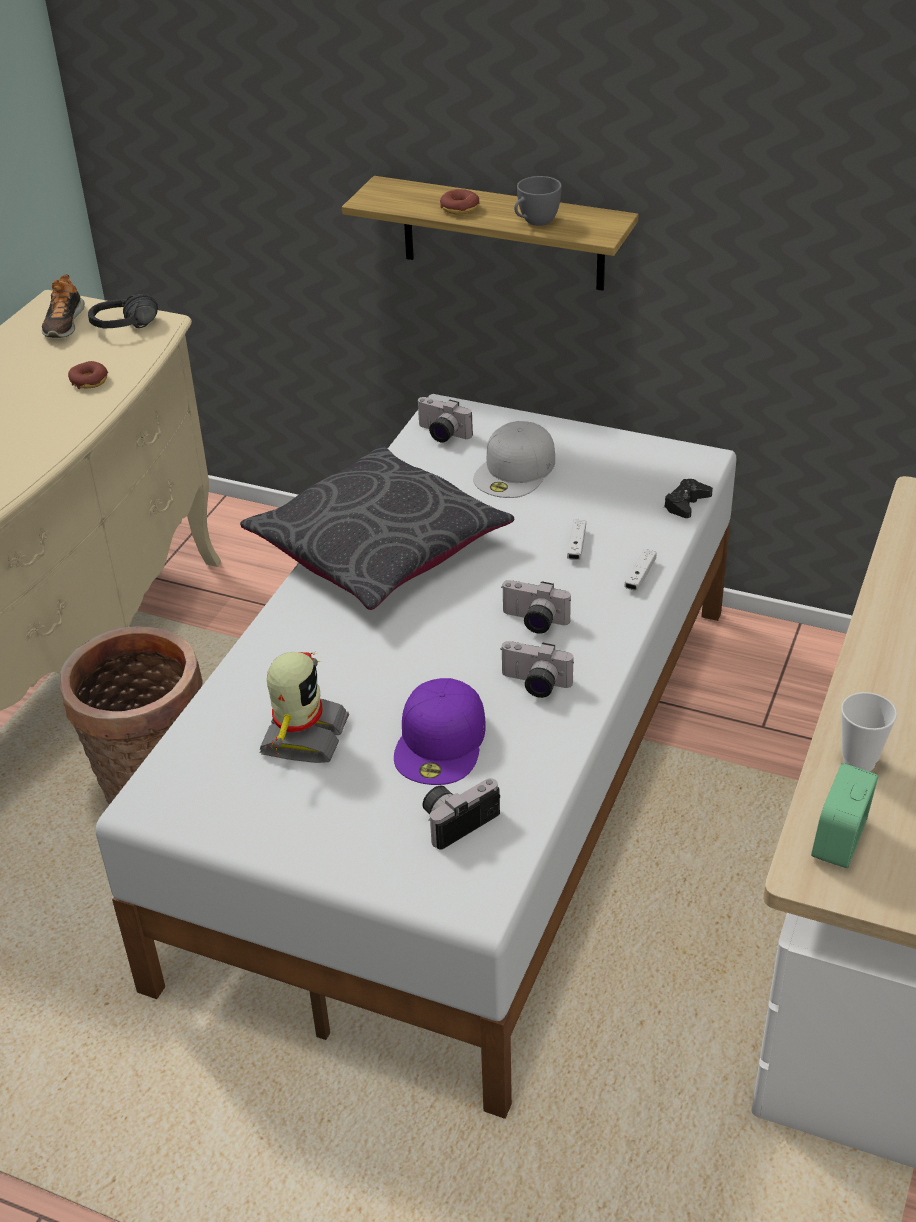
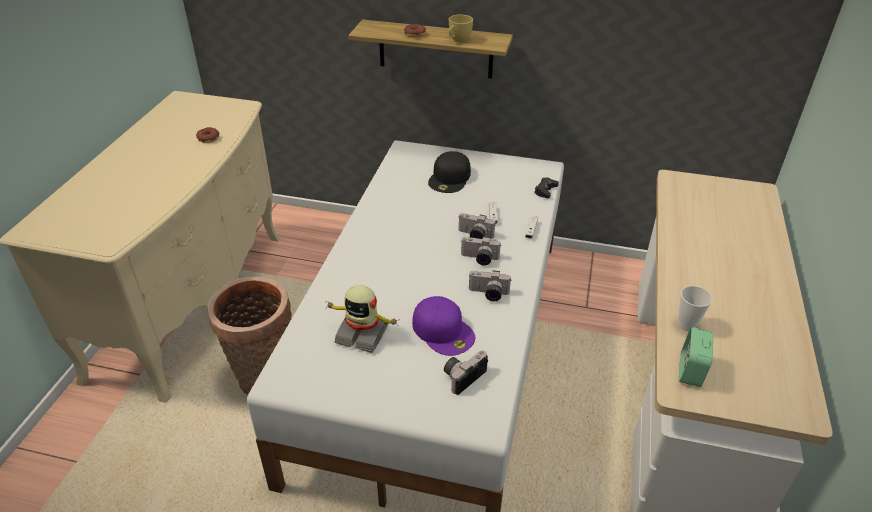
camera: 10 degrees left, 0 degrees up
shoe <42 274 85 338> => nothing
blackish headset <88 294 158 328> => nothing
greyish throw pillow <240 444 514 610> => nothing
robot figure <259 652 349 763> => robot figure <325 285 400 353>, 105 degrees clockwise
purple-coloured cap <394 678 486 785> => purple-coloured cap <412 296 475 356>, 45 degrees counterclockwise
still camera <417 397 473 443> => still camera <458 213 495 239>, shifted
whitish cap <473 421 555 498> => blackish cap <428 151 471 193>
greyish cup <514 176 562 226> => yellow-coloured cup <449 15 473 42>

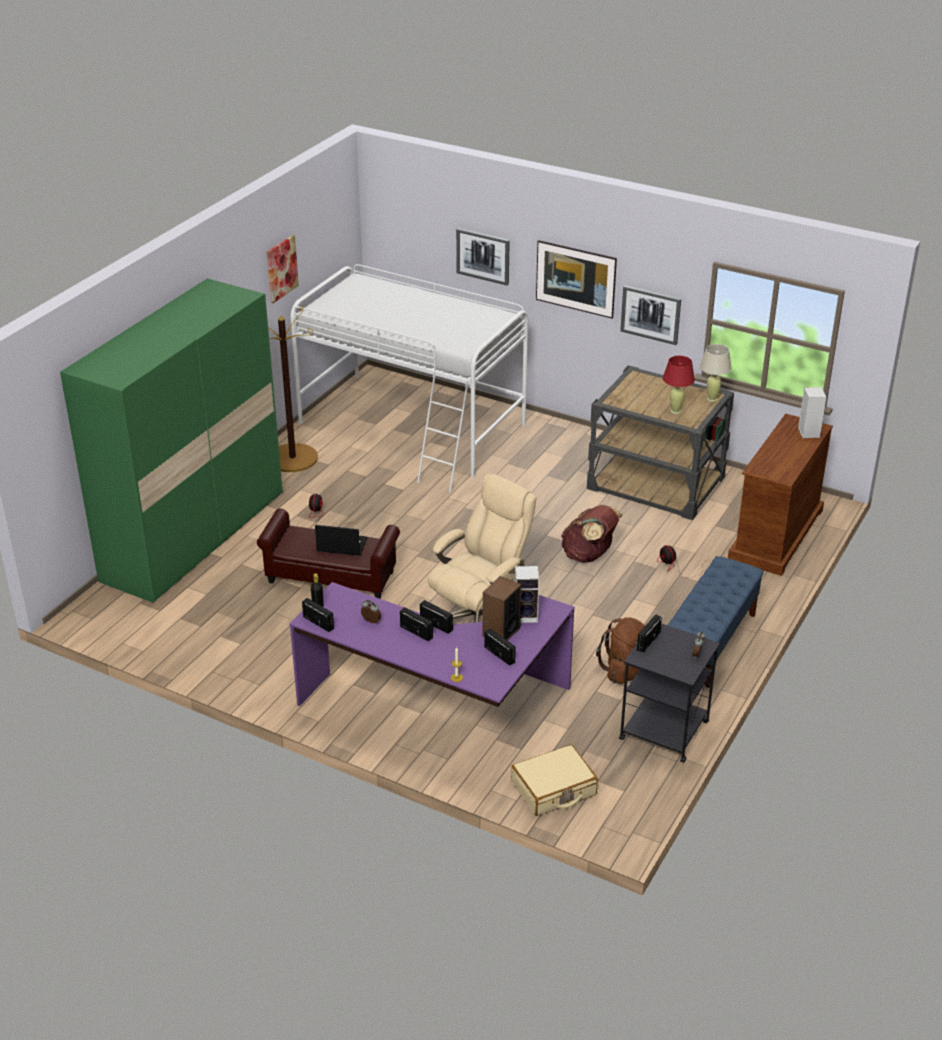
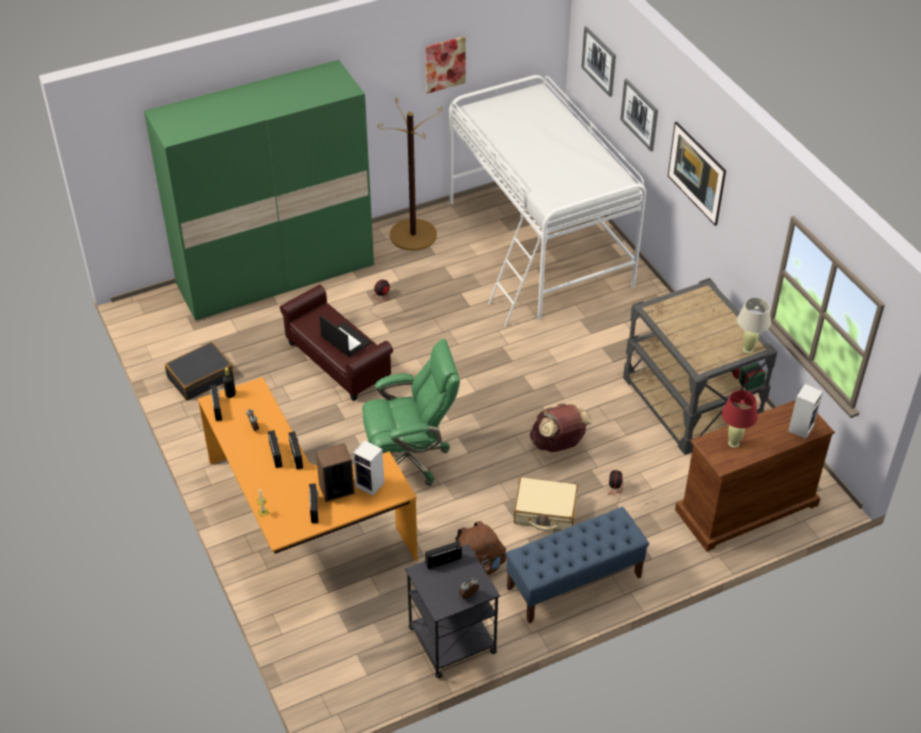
camera: 35 degrees right, 10 degrees up
purple-coloured desk unit <289 582 575 707> => orangey desk unit <198 377 418 561>
beige desk chair <427 474 537 622> => greenish desk chair <362 339 460 486>
beige travel case <511 745 598 816> => beige travel case <514 477 578 531>, shifted
picture <620 285 681 345> => picture <581 26 616 97>, shifted
red-coloured table lamp <663 356 695 414> => red-coloured table lamp <722 390 758 448>, shifted
nothing => blackish travel case <165 342 234 401>

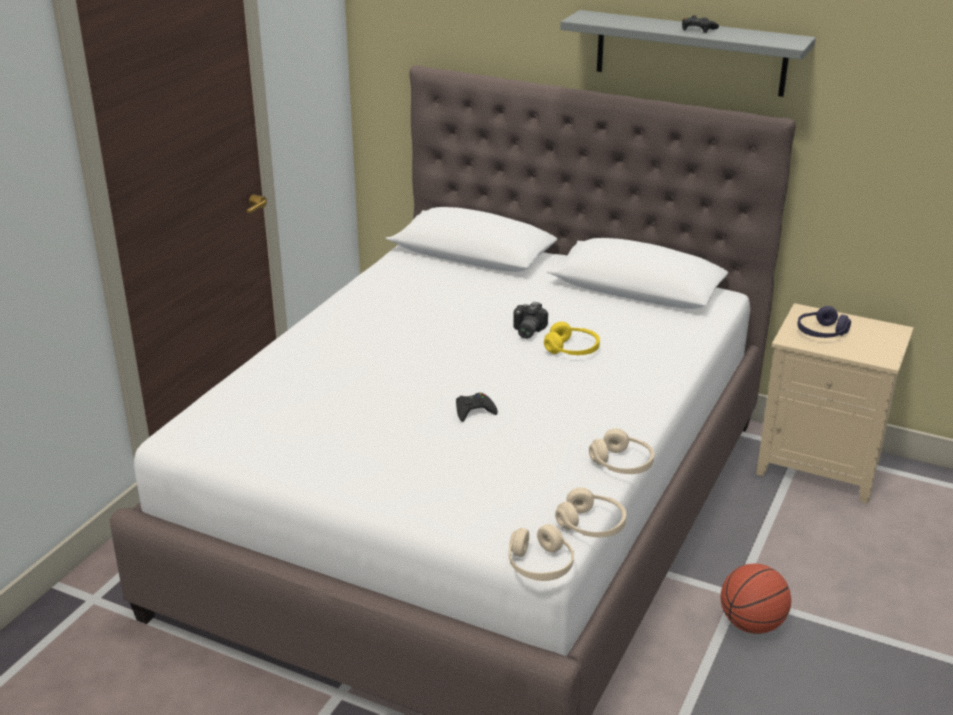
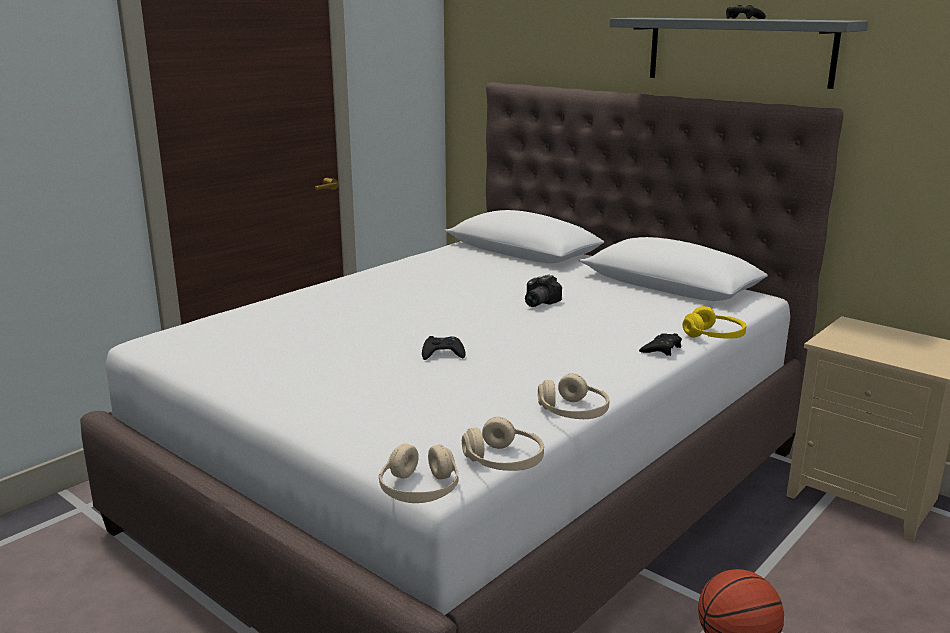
camera: 15 degrees right, 10 degrees down
yellow-coloured headset <544 322 600 355> => yellow-coloured headset <683 306 747 339>, shifted
purple-coloured headset <797 306 851 338> => nothing
nothing => blackish joypad <639 333 682 356>

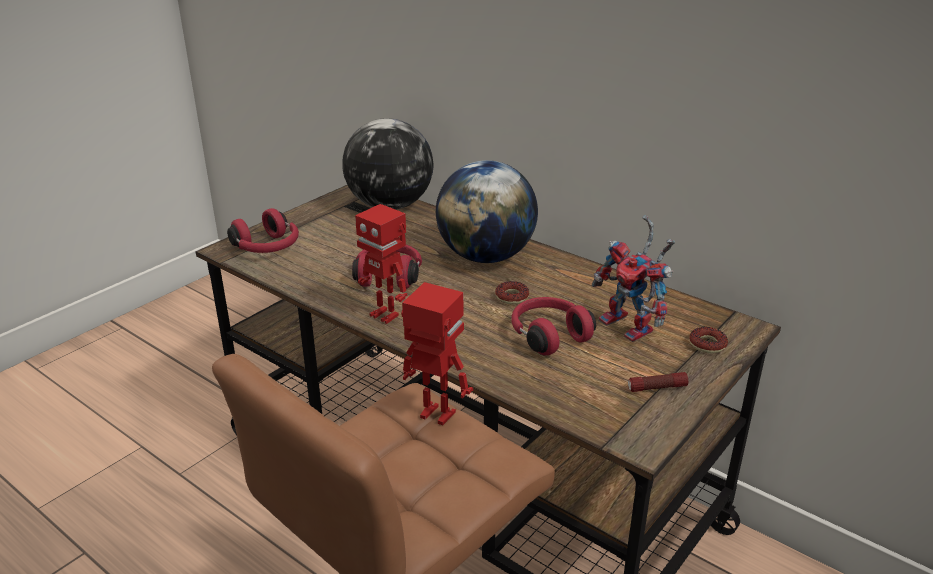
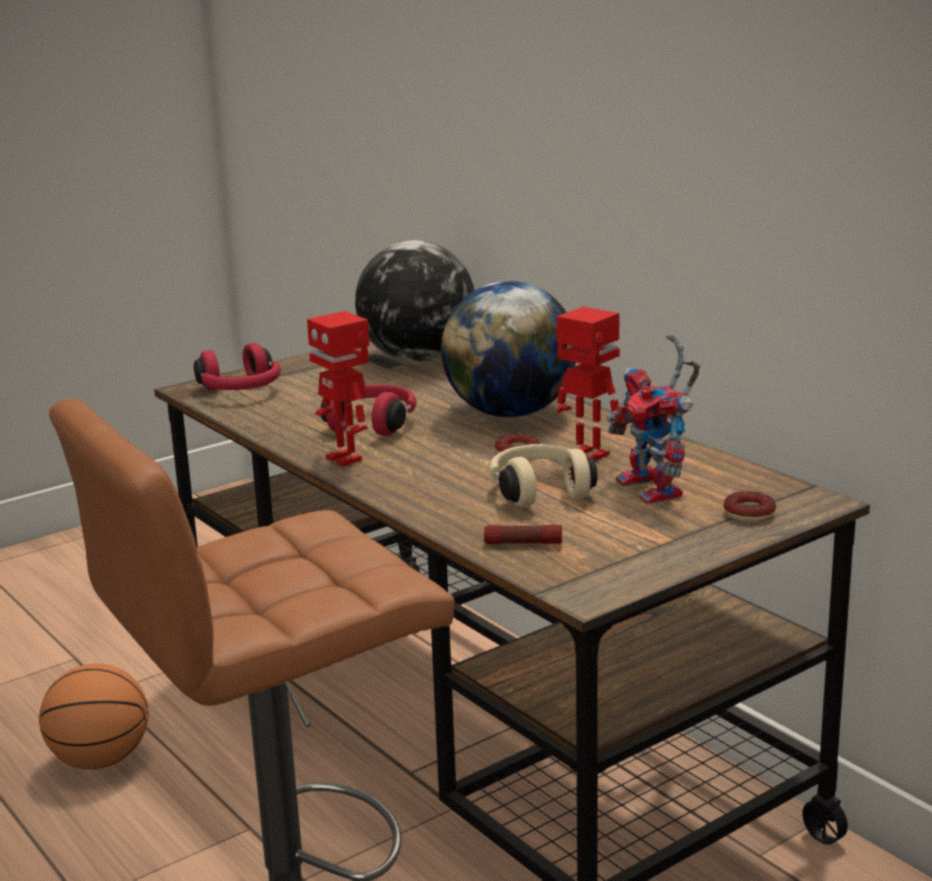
camera: 15 degrees right, 10 degrees down
robot figure <401 282 473 425> => robot figure <556 306 620 461>, shifted
red-coloured headset <511 297 596 356> => beige headset <489 444 598 507>
flashlight <628 372 688 392> => flashlight <484 525 562 544>, shifted
nothing => ball for basketball <39 664 149 769>

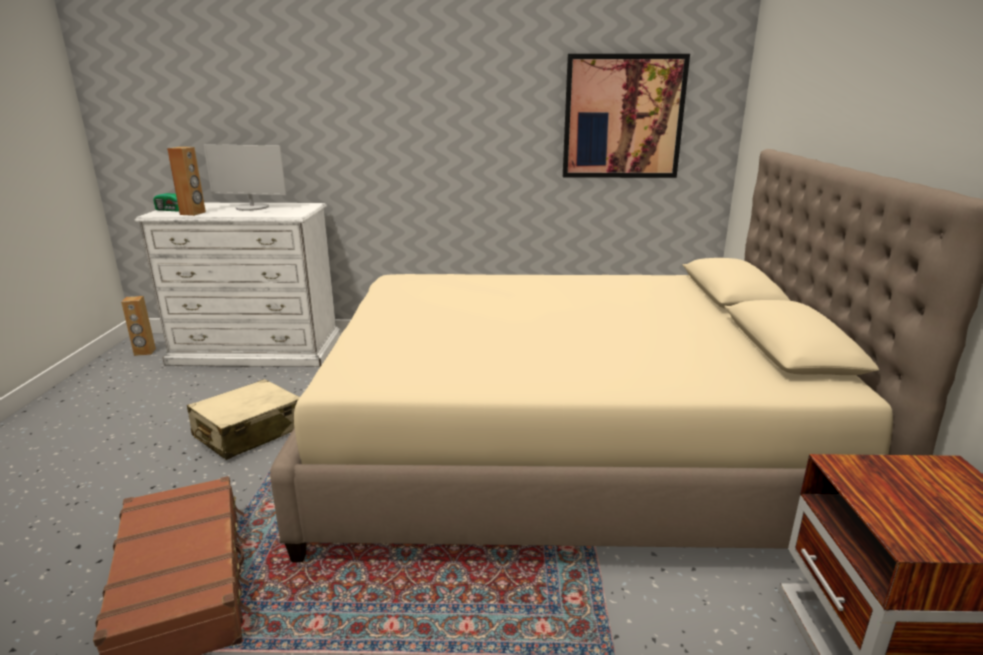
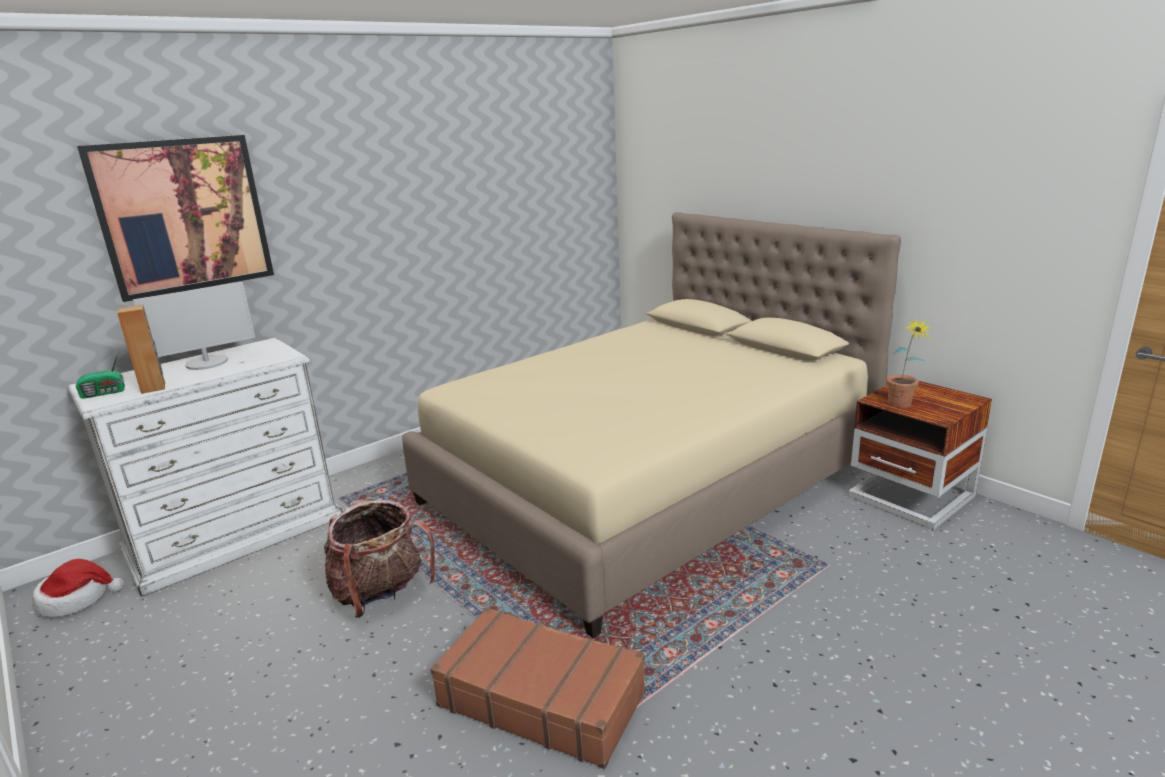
camera: 40 degrees left, 0 degrees up
brownish speaker <121 296 156 356> => wearable hat <32 559 124 617>
beige travel case <187 379 300 460> => backpack <324 498 435 618>
picture <563 54 690 178> => picture <77 135 274 302>, shifted
nothing => plant in a pot <886 319 934 408>

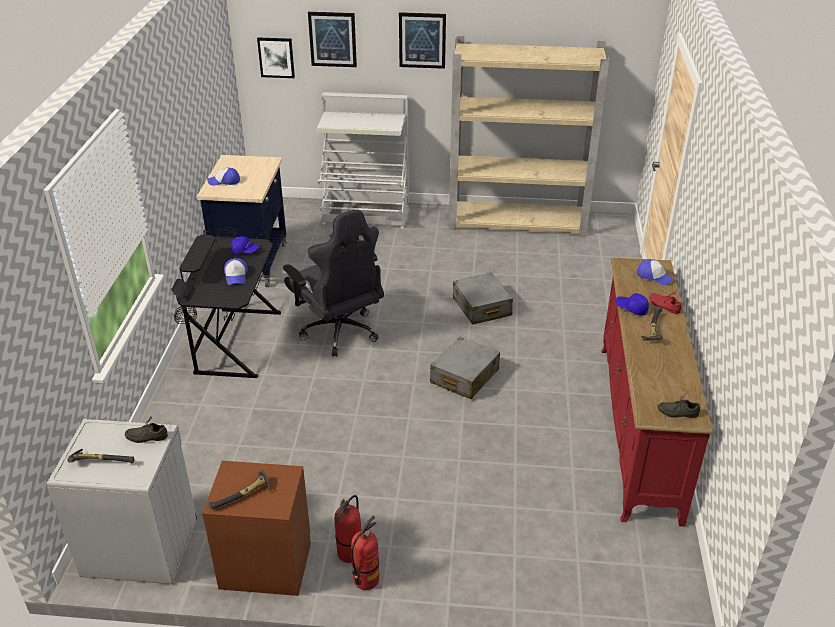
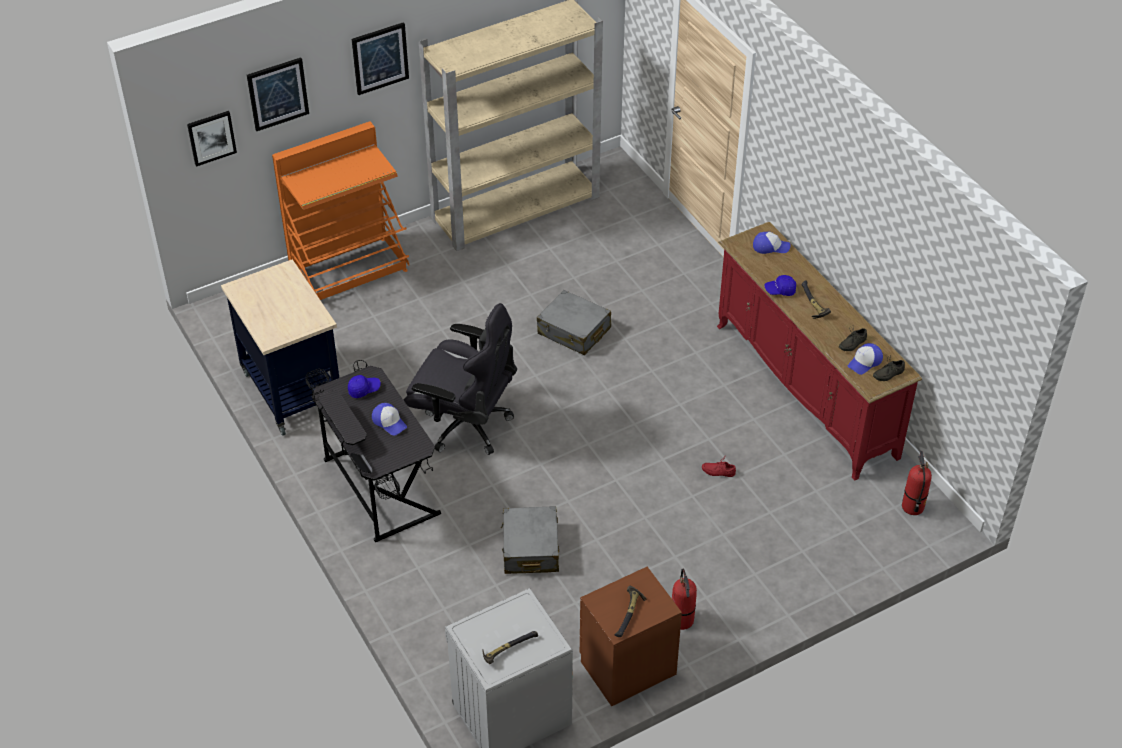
camera: 35 degrees left, 10 degrees up
greyish shoe <125 417 168 443> => greyish shoe <839 326 867 351>, shifted
cap <207 168 240 186> => cap <848 343 883 375>, shifted
whitish shoe shelf <317 92 409 228> => orangey shoe shelf <272 121 409 300>
fire extinguisher <351 516 379 590> => fire extinguisher <902 451 932 515>, shifted
greyish travel case <430 337 500 399> => greyish travel case <501 506 559 574>, shifted
red-coloured shoe <649 291 682 314> => red-coloured shoe <702 456 736 477>, shifted

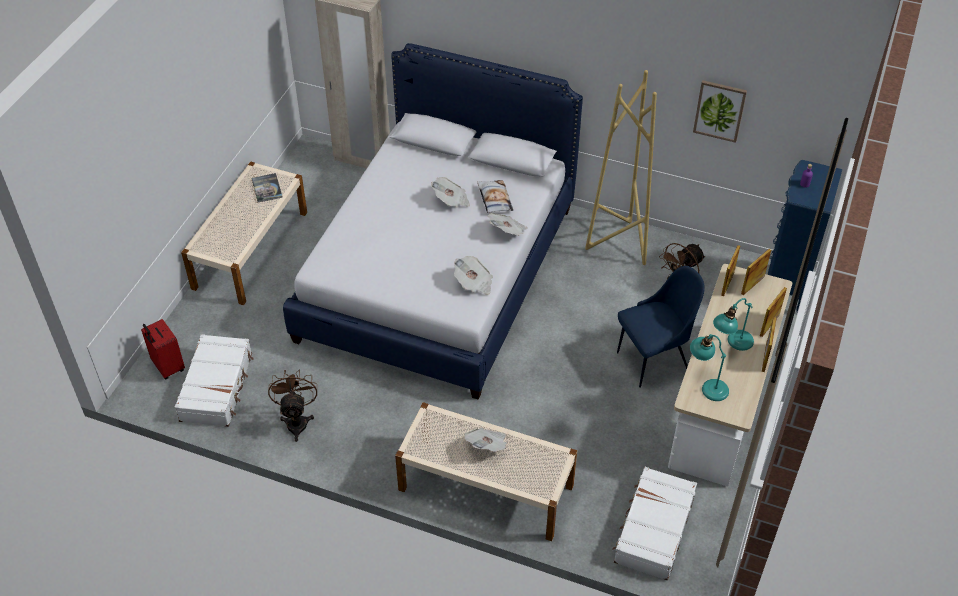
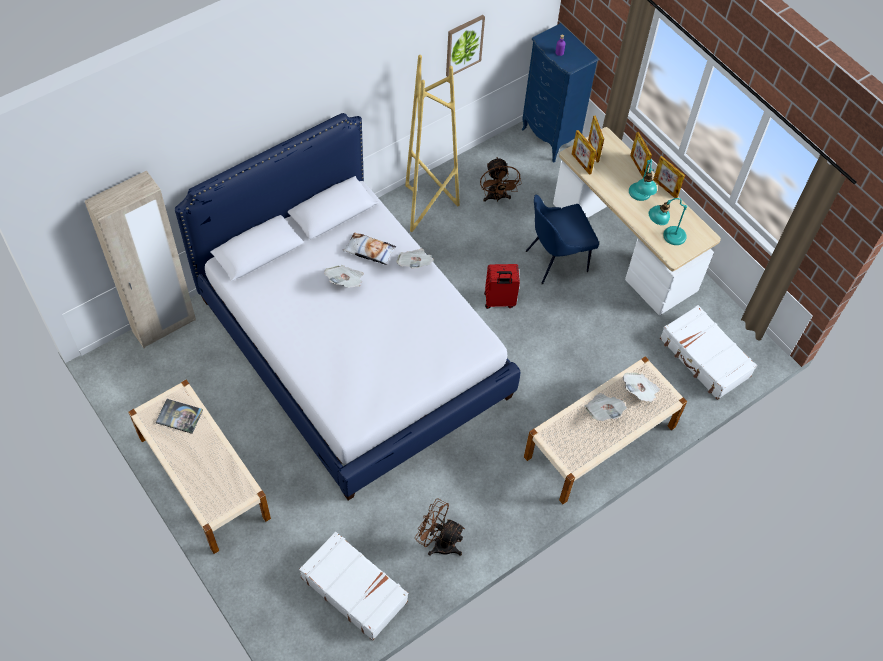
camera: 60 degrees left, 10 degrees up
red-coloured travel case <141 319 185 380> => red-coloured travel case <484 264 520 309>, shifted
newspaper <454 256 493 295> => newspaper <623 373 660 402>, shifted
blue plain chair <617 266 705 388> => blue plain chair <526 195 599 285>, 120 degrees counterclockwise

